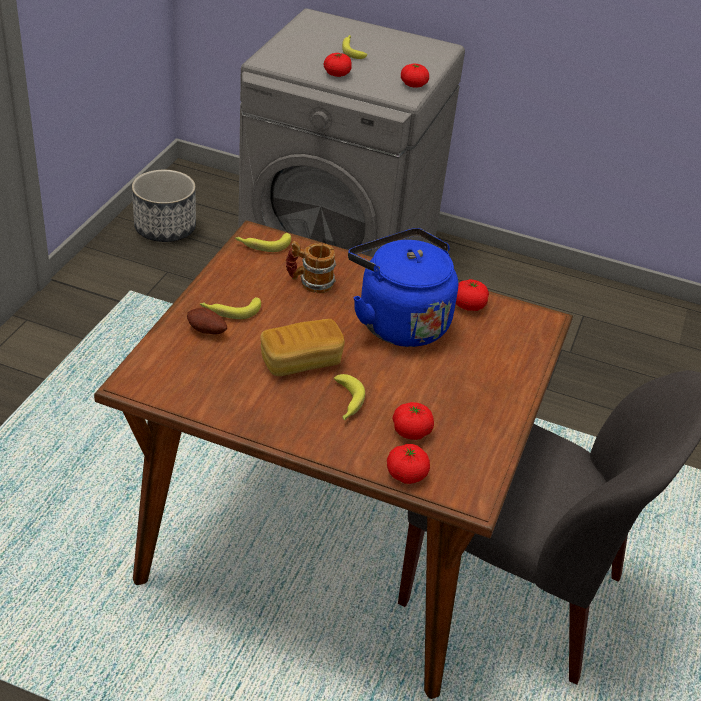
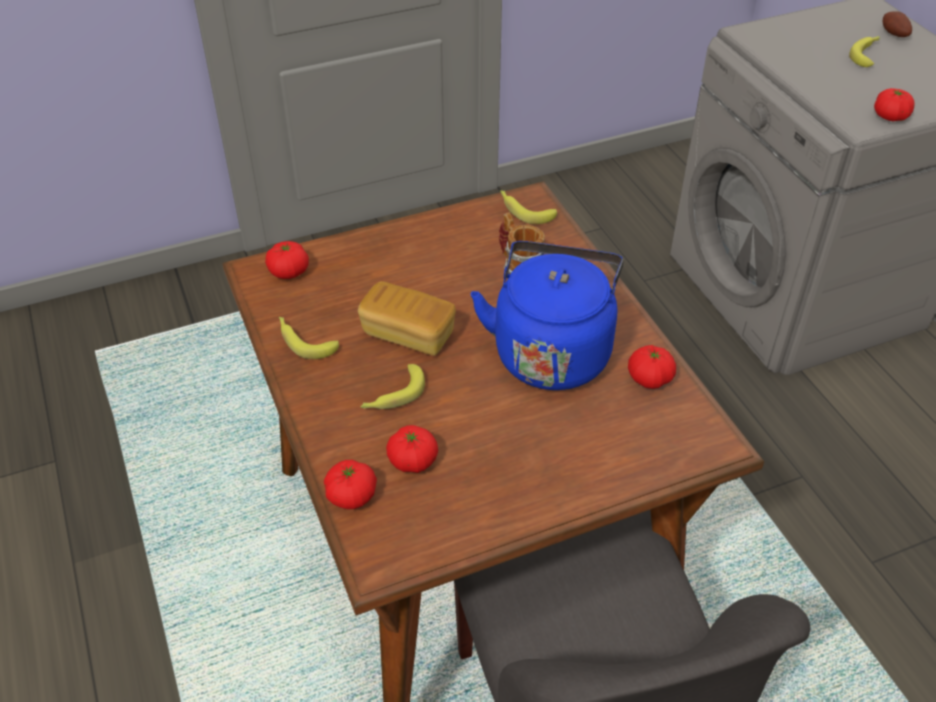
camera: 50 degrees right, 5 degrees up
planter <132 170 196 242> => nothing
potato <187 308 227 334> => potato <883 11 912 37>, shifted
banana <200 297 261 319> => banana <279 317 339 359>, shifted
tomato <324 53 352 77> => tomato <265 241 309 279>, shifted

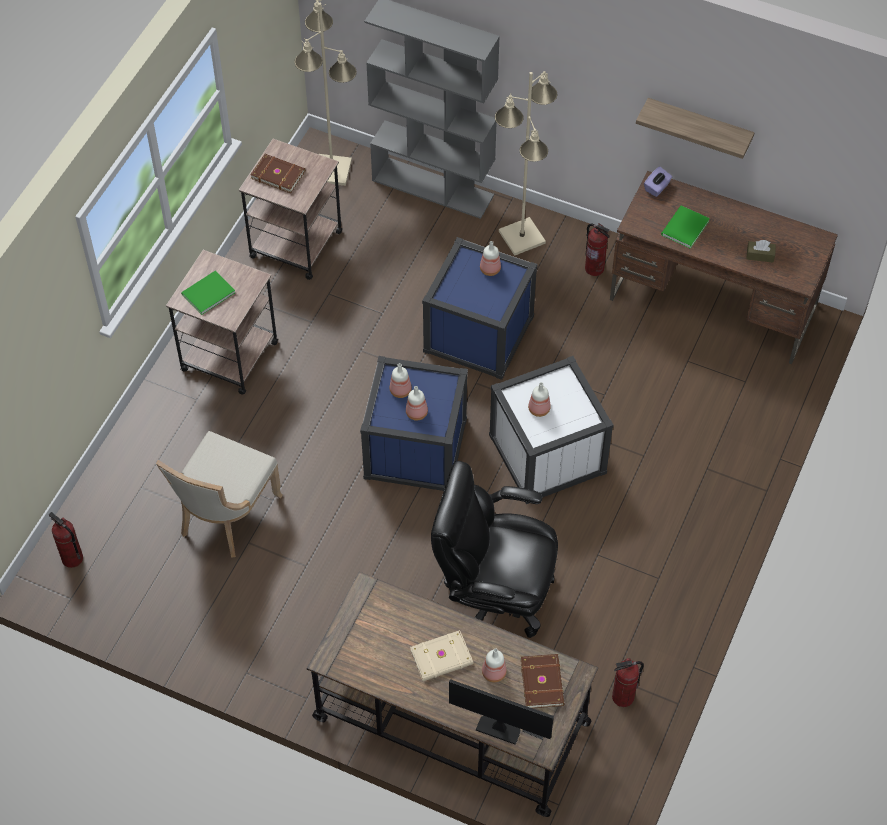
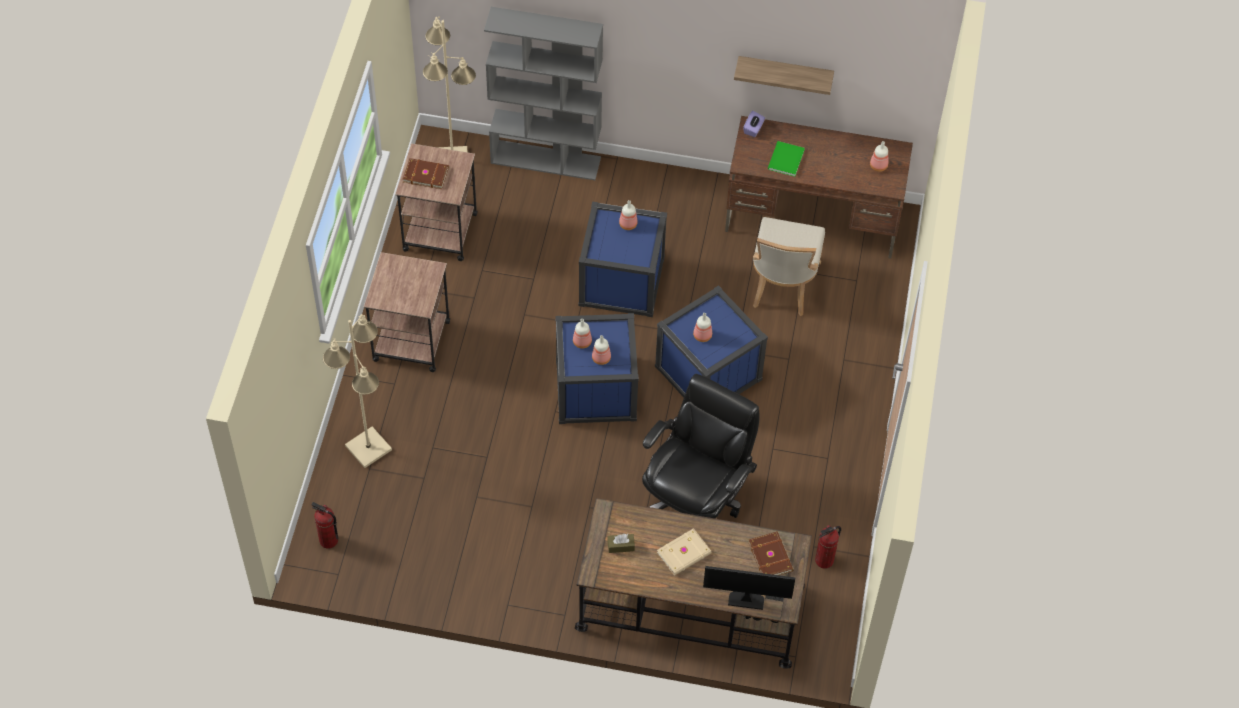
camera: 15 degrees left, 0 degrees up
beige plain chair <156 431 283 558> => beige plain chair <753 217 825 316>, shifted
greenish volume <181 271 235 315> => nothing
blackish desk chair <431 461 558 638> => blackish desk chair <642 374 760 519>, 120 degrees clockwise
bottle <482 648 507 682> => bottle <870 141 888 172>, shifted
whitish storage bin <489 356 614 504> => blue storage bin <655 285 768 398>
beige floor lamp <495 71 557 256> => beige floor lamp <323 314 392 468>, shifted
fire extinguisher <585 223 610 276> => nothing
brownish tissue holder <746 240 776 262> => brownish tissue holder <607 534 635 553>, shifted

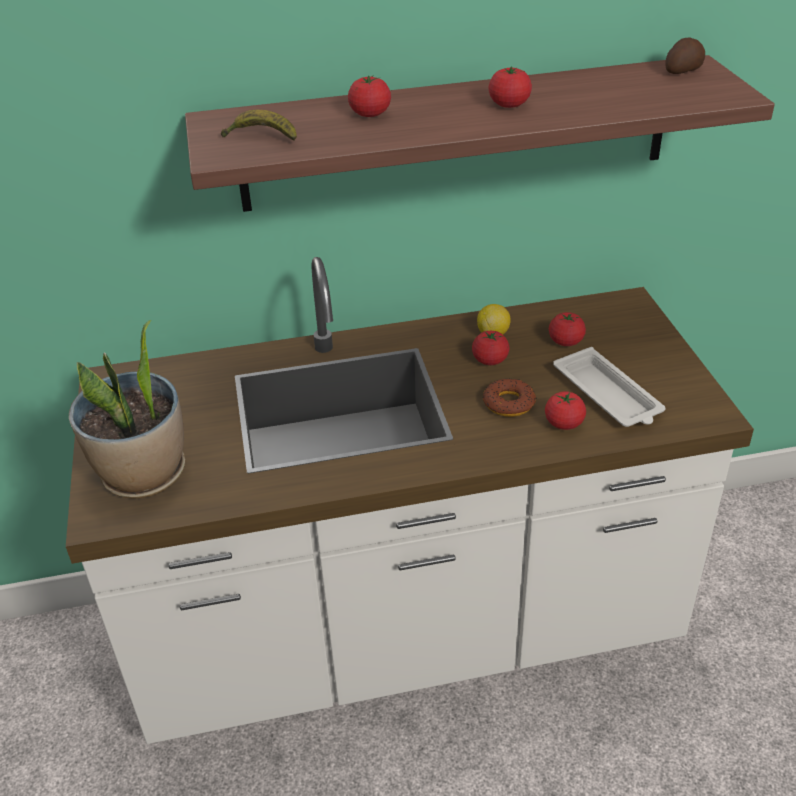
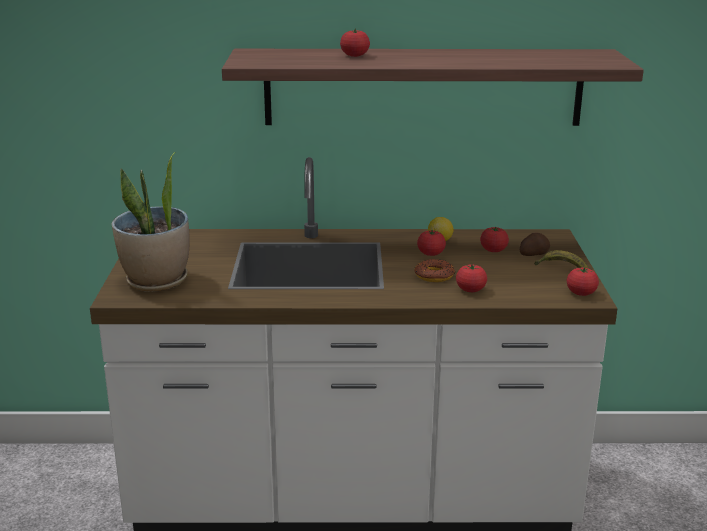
camera: 10 degrees right, 15 degrees down
banana <221 110 297 141> => banana <534 250 588 268>, shifted
tomato <488 67 532 108> => tomato <566 267 599 296>, shifted
whitish serving tray <553 347 666 427> => nothing
potato <666 37 705 74> => potato <520 233 550 256>, shifted

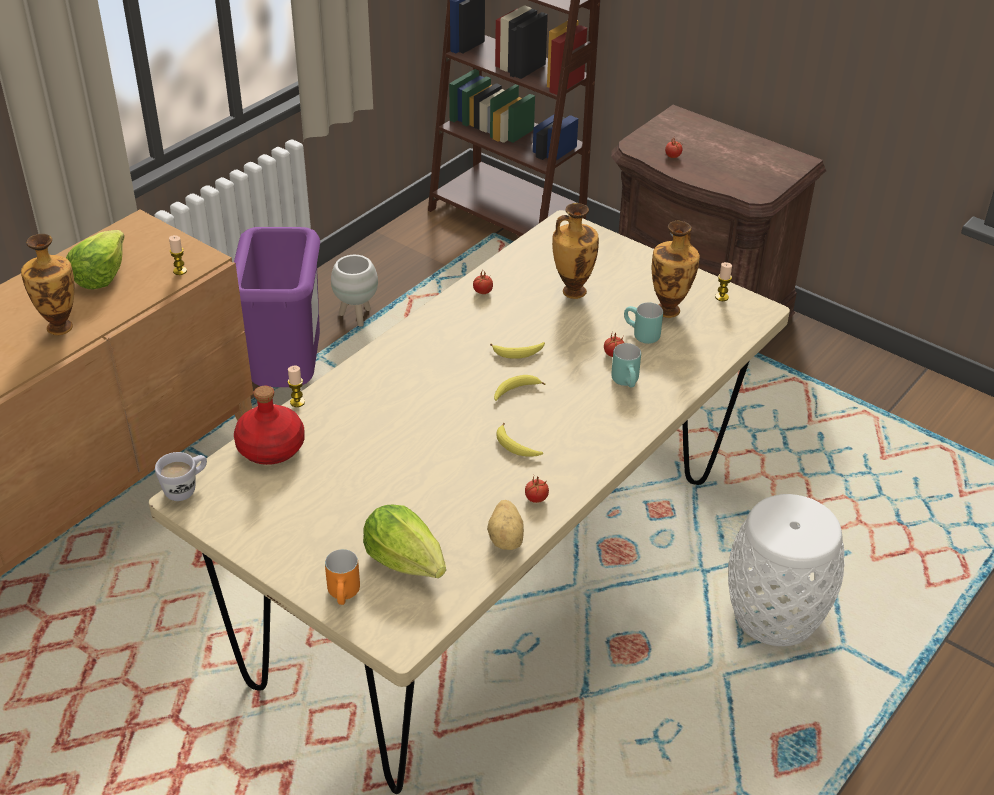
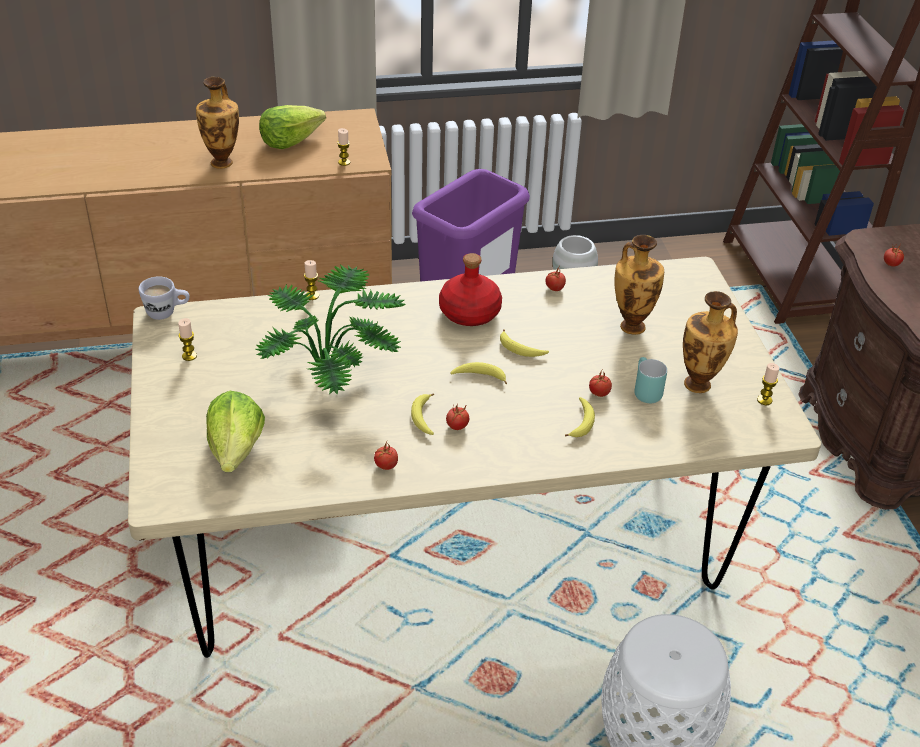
camera: 40 degrees right, 0 degrees up
red-coloured bottle <234 386 305 465> => red-coloured bottle <439 253 502 326>, shifted
orangey mug <325 549 360 605> => nothing
potato <487 500 524 550> => nothing
turquoise mug <611 343 641 387> => banana <565 397 595 437>
nothing => wax candle <178 318 197 361>
nothing => plant in a pot <256 264 405 395>
nothing => tomato <446 403 469 430>

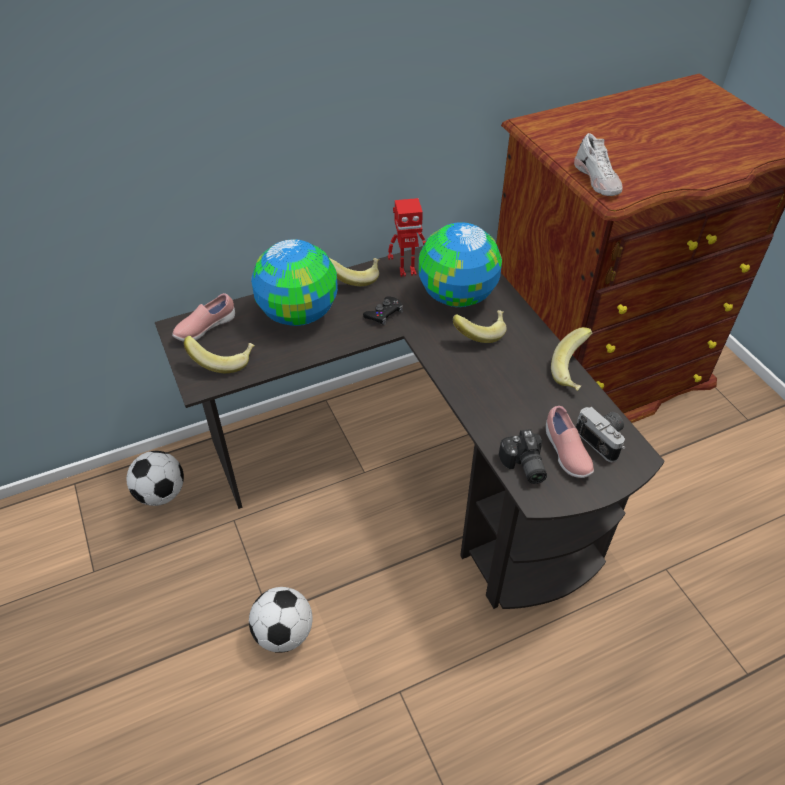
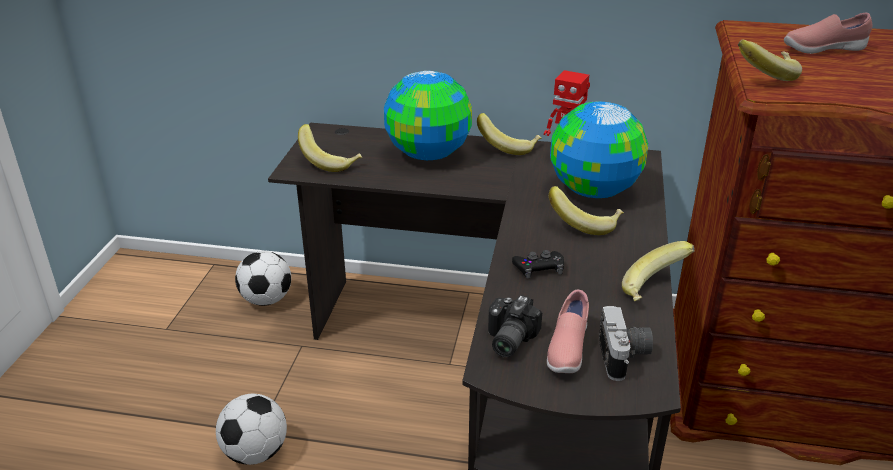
camera: 35 degrees right, 15 degrees down
pink shoe <172 293 235 342> => pink shoe <784 13 873 54>, shifted
blackish joypad <363 296 403 325> => blackish joypad <512 250 564 279>, shifted
whitish shoe <574 133 623 196> => banana <738 40 802 81>

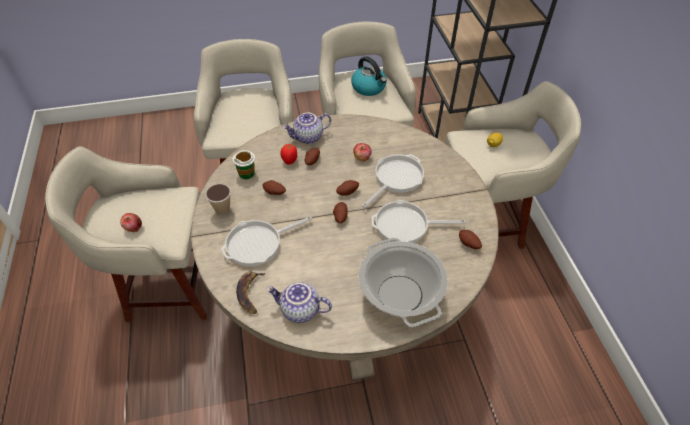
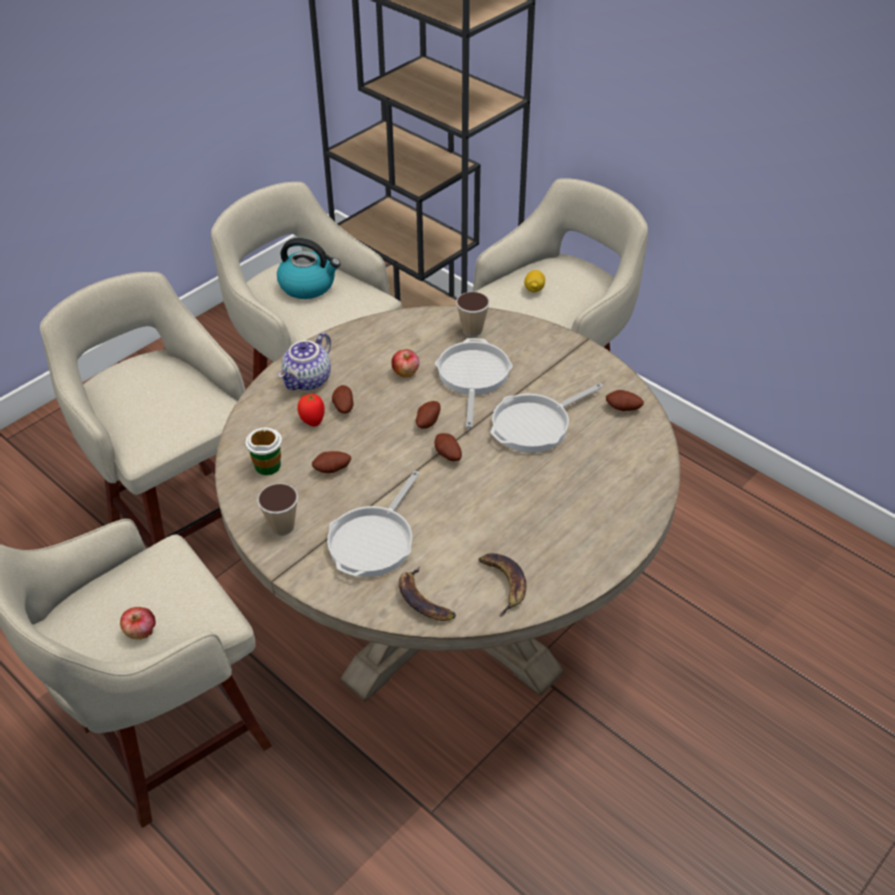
camera: 35 degrees left, 5 degrees down
tea pot <266 282 332 323> => banana <478 553 526 617>
saucepot <359 238 448 327> => nothing
nothing => cup <456 292 490 337>

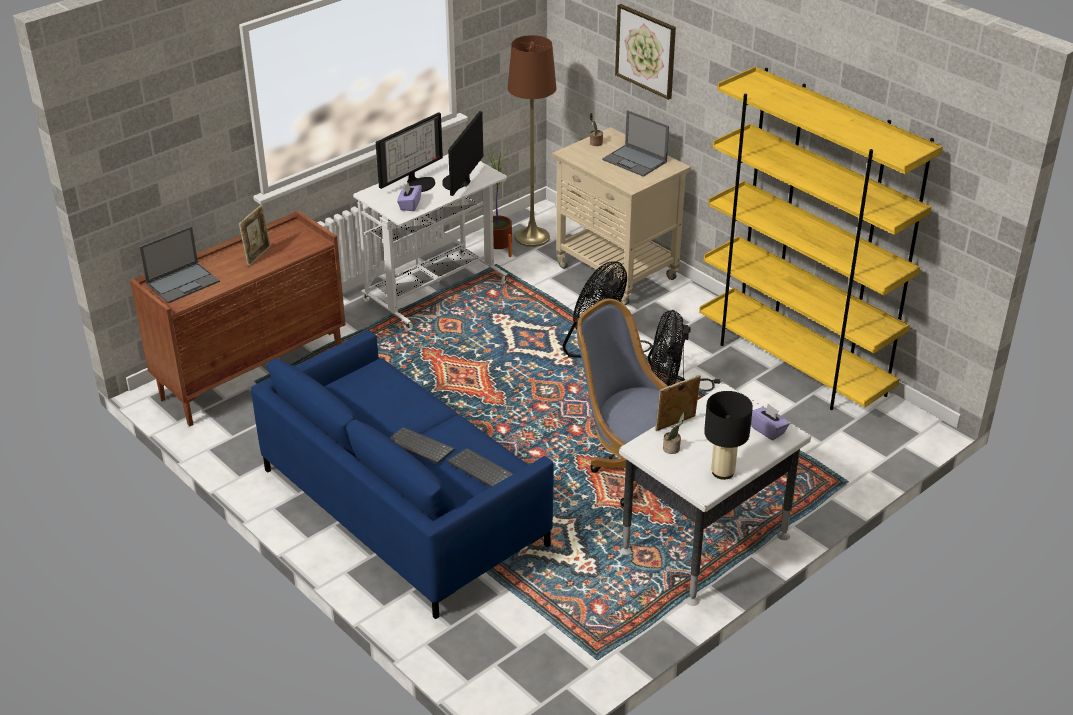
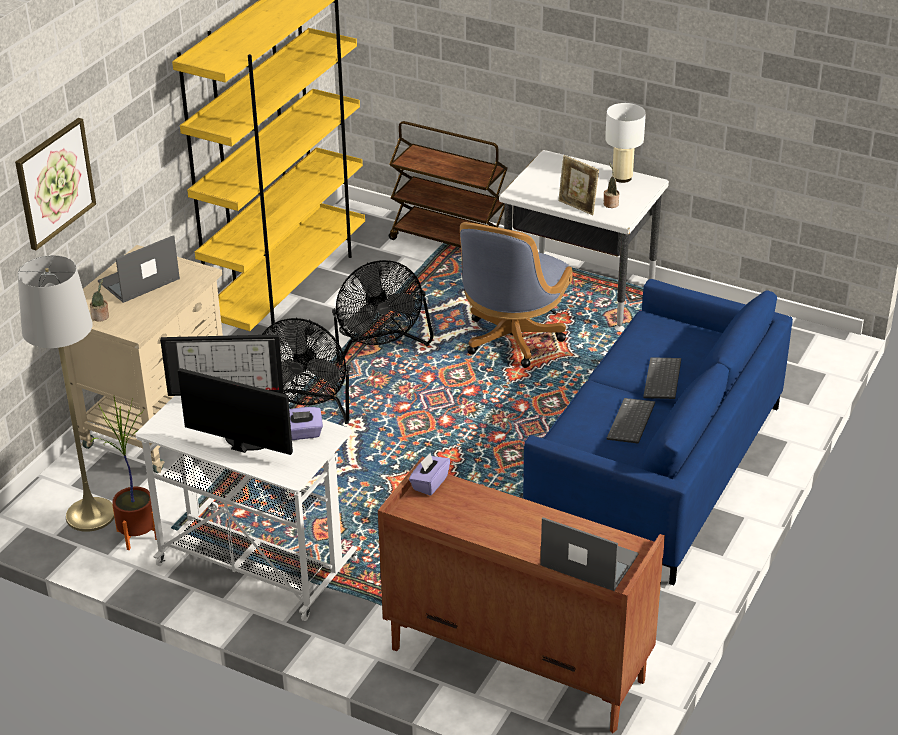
camera: 110 degrees left, 0 degrees up
standing frame <239 205 271 266> => nothing
keyboard <447 448 513 487> => keyboard <607 398 655 444>, shifted
brownish floor lamp <508 35 556 247> => greyish floor lamp <18 255 114 532>
portable computer <602 110 669 177> => portable computer <98 235 180 303>, 150 degrees counterclockwise
blackish table lamp <704 391 753 480> => whitish table lamp <605 103 646 183>
purple-coloured tissue holder <751 404 790 440> => purple-coloured tissue holder <409 452 450 496>, shifted
nothing => brownish cart <389 121 508 248>

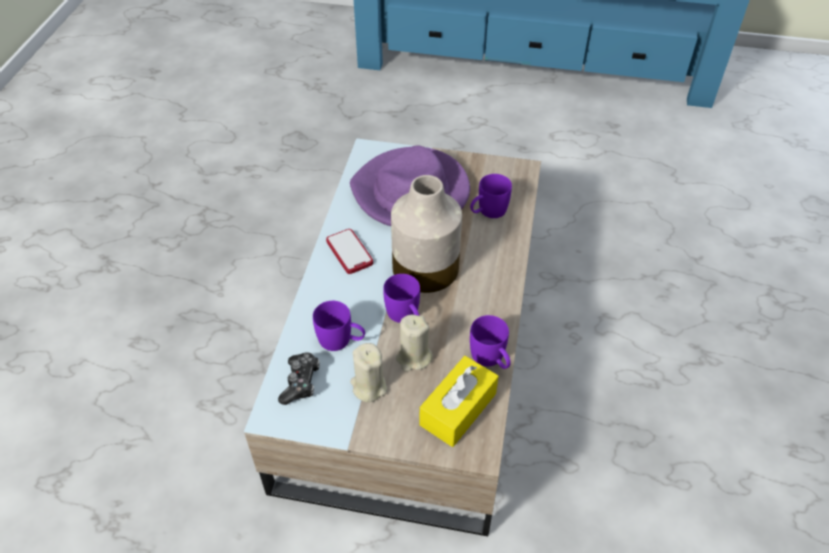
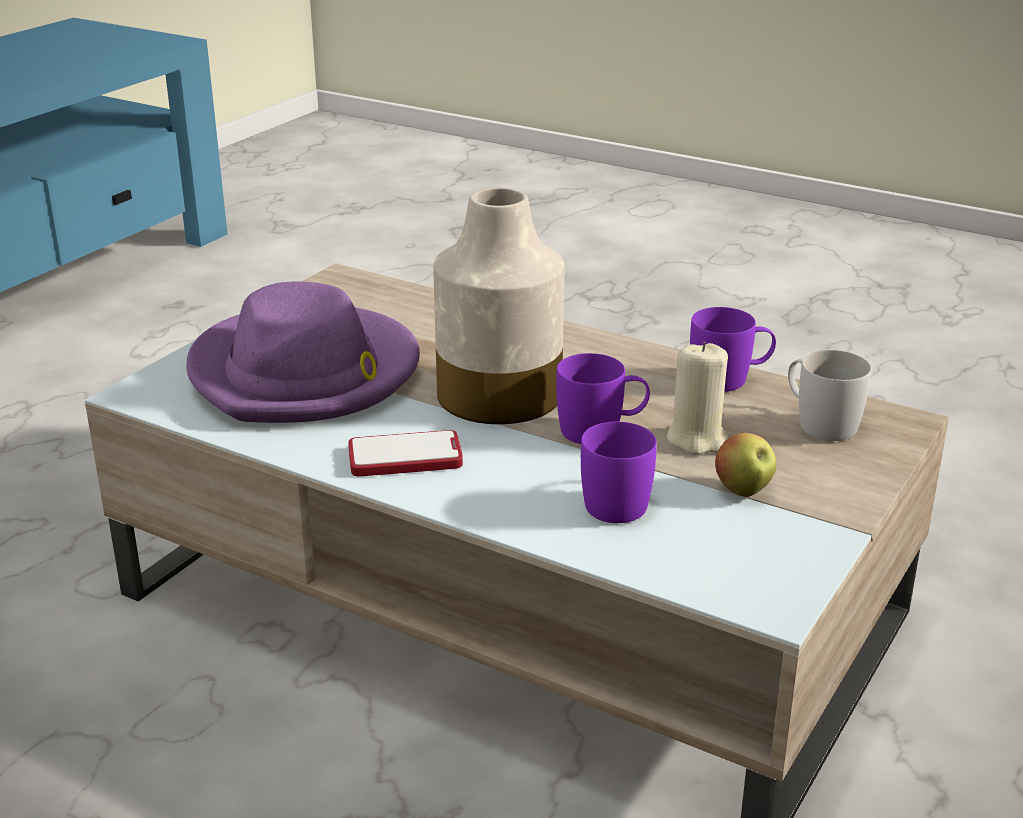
camera: 70 degrees left, 20 degrees down
joypad <278 352 320 405> => nothing
beige wax candle <350 343 387 402> => apple fruit <715 433 777 497>
yellow-coloured tissue holder <420 356 499 447> => whitish mug <788 350 871 441>
purple-coloured mug <470 174 512 218> => nothing

